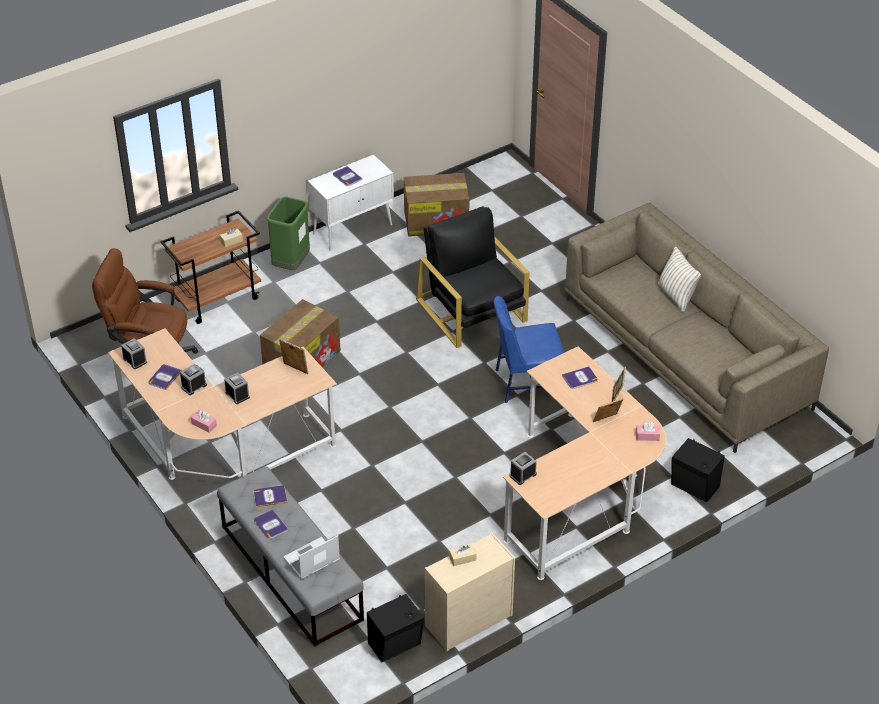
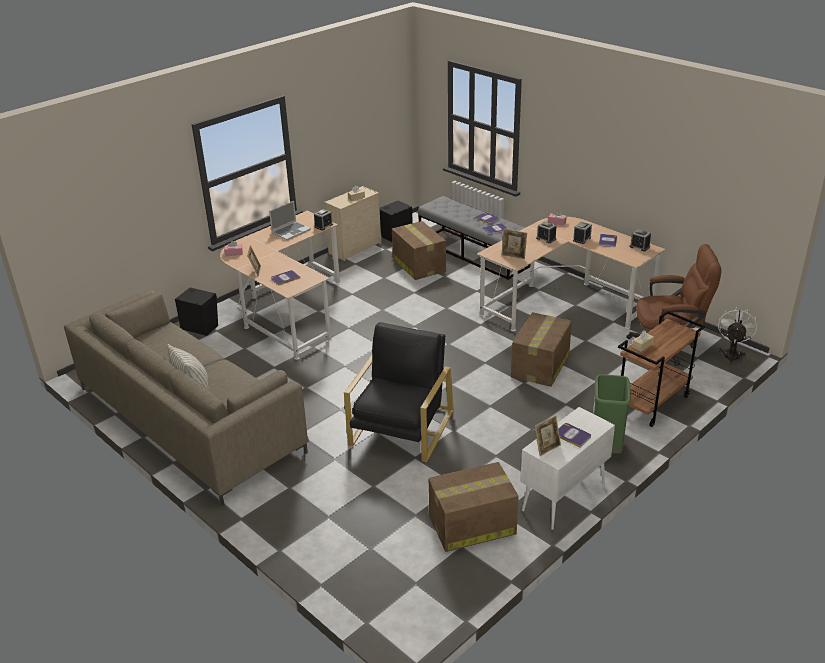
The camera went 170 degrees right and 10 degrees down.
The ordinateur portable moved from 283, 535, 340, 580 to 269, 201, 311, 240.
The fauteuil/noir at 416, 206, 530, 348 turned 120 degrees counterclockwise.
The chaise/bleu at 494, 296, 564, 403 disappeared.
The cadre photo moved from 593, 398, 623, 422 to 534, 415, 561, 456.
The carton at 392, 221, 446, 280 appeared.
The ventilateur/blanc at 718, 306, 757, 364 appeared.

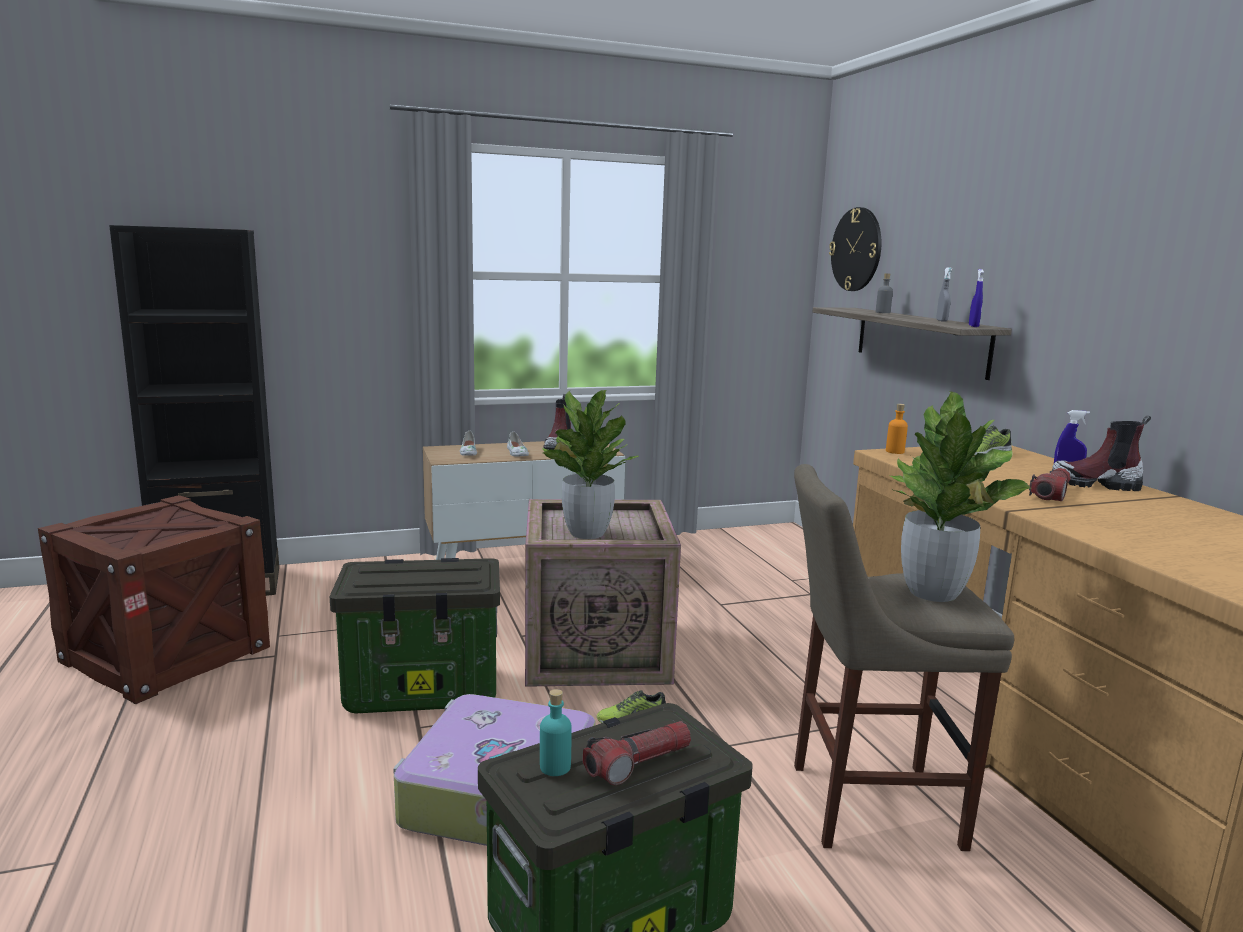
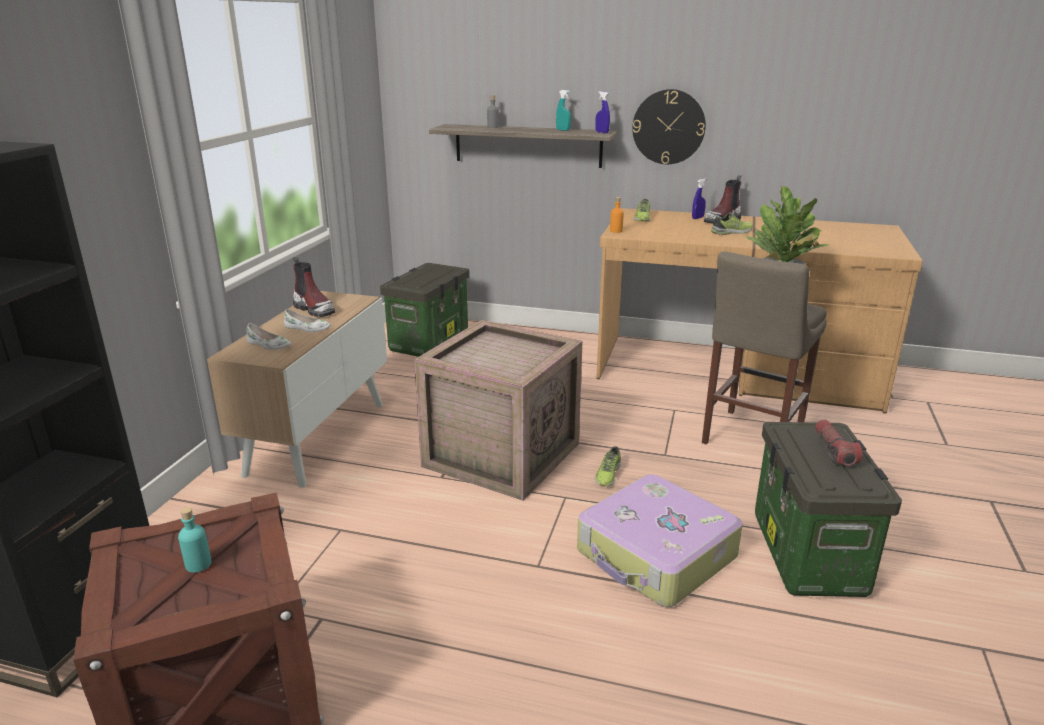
The camera went 55 degrees left and 10 degrees up.
The boîte de rangement moved from 330, 558, 500, 713 to 380, 263, 470, 357.
The bouteille/turquoise moved from 540, 689, 572, 776 to 178, 507, 212, 573.
The plante en pot at 542, 390, 639, 539 disappeared.
The horloge murale moved from 829, 207, 881, 291 to 632, 89, 706, 164.
The vaporisateur/gris at 936, 267, 952, 321 became the vaporisateur/turquoise at 556, 90, 571, 131.
The lampe de poche at 1029, 468, 1071, 501 was replaced by the chaussure at 711, 212, 753, 235.

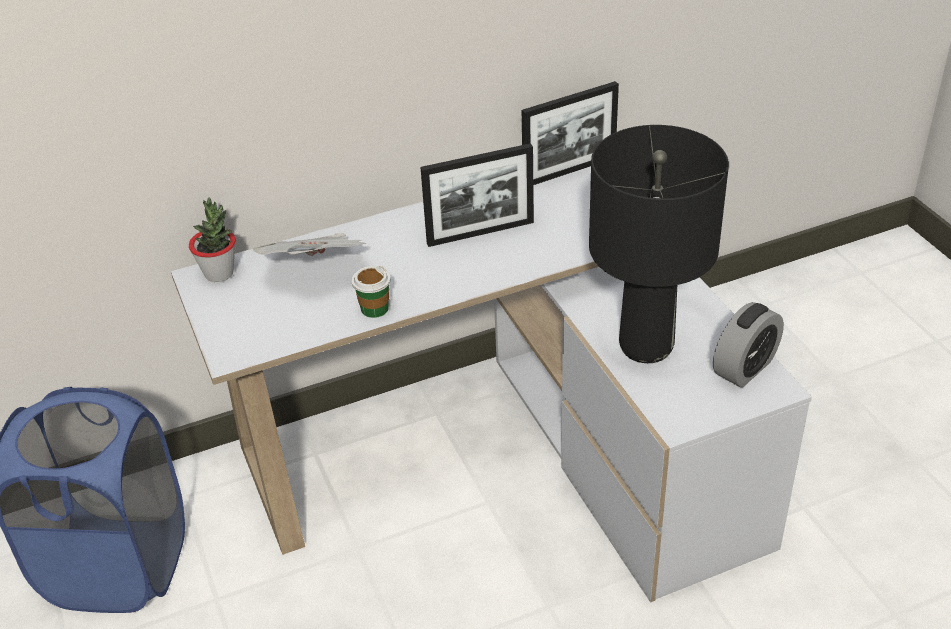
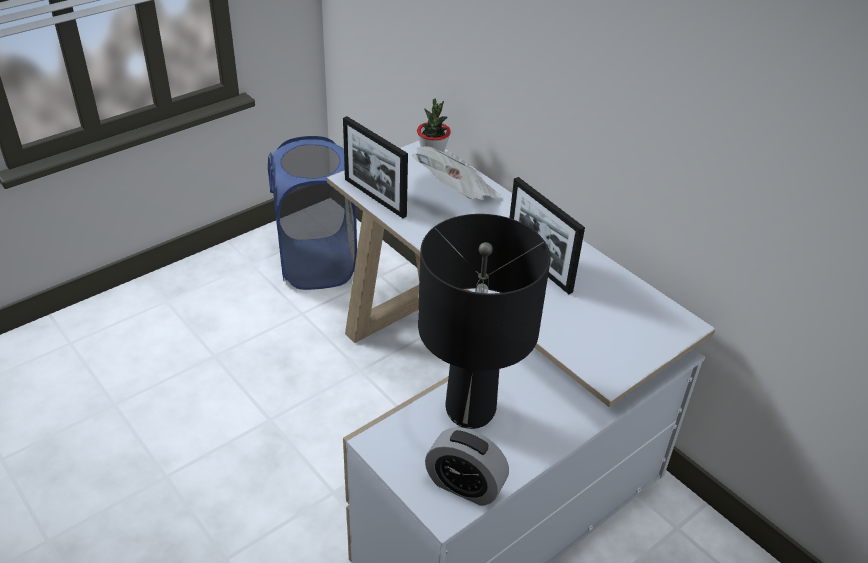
The camera went 70 degrees right and 0 degrees up.
The tasse at 351, 266, 391, 318 disappeared.
The cadre photo moved from 522, 81, 619, 185 to 343, 116, 408, 218.

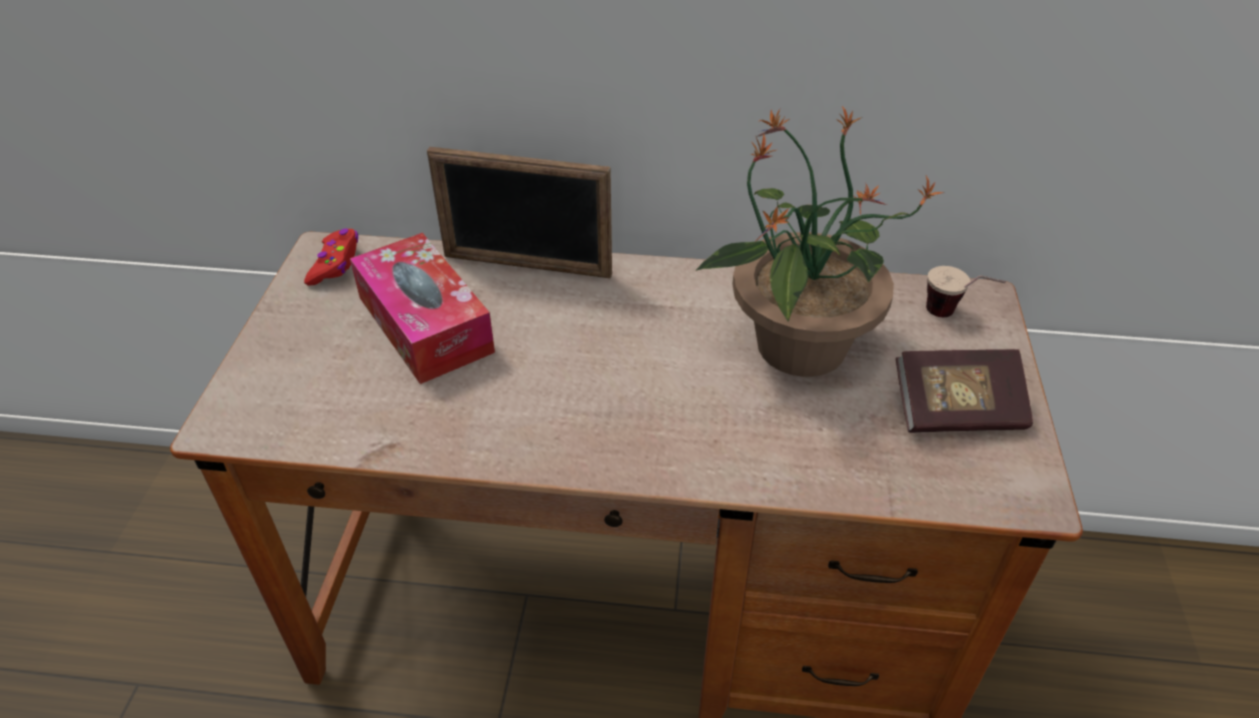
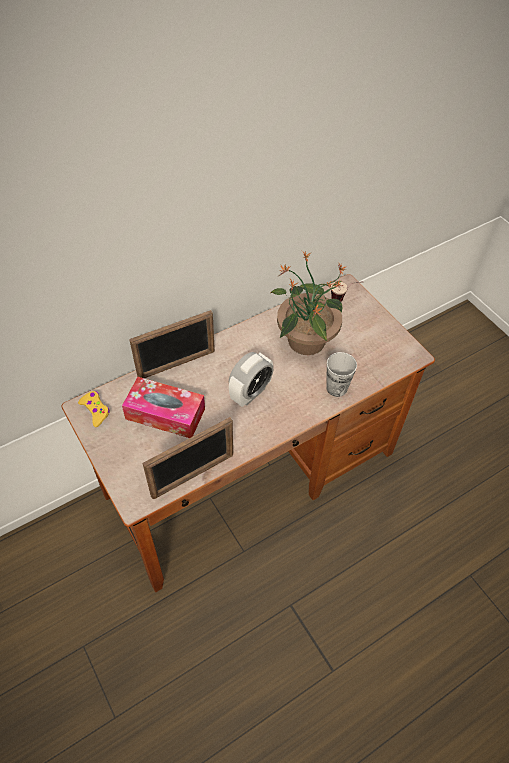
The camera went 40 degrees left and 10 degrees up.
The manette/rouge at 304, 228, 358, 285 became the manette/jaune at 78, 391, 110, 427.
The livre at 896, 349, 1033, 433 disappeared.
The cadre photo at 142, 417, 233, 499 appeared.
The réveil at 229, 352, 273, 407 appeared.
The tasse at 326, 352, 357, 397 appeared.

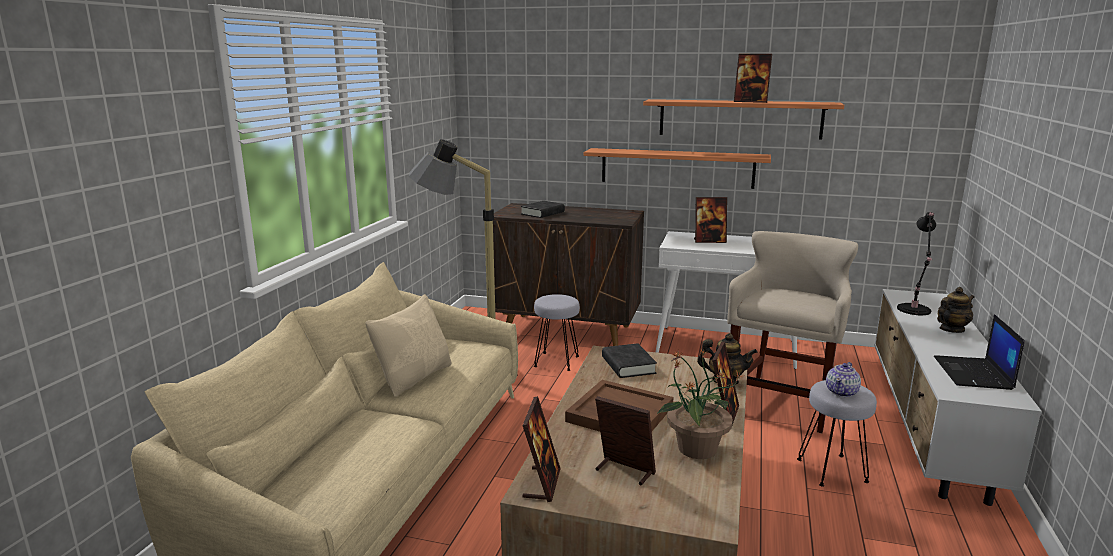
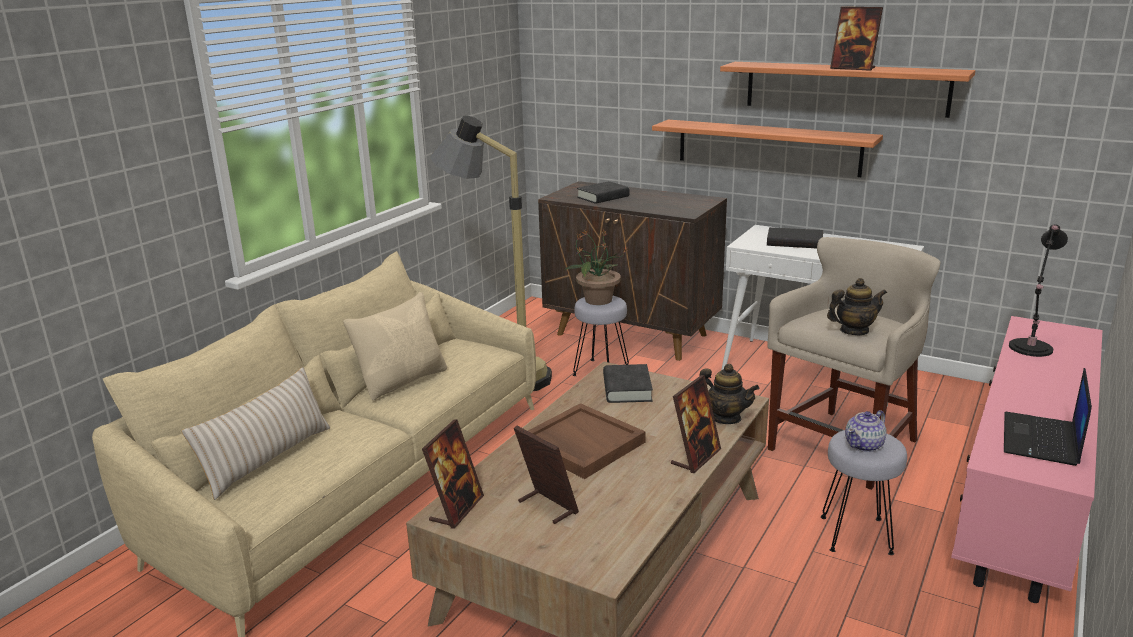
The camera went 15 degrees right and 5 degrees up.
The plante en pot moved from 657, 348, 742, 459 to 564, 229, 628, 305.
The cadre photo at 694, 197, 727, 243 was replaced by the livre/noir at 767, 227, 823, 248.
The meuble télé/blanc at 874, 289, 1042, 506 became the meuble télé/rose at 951, 316, 1102, 603.
The théière moved from 937, 287, 975, 333 to 827, 278, 887, 335.
The coussin/beige at 181, 367, 330, 500 appeared.

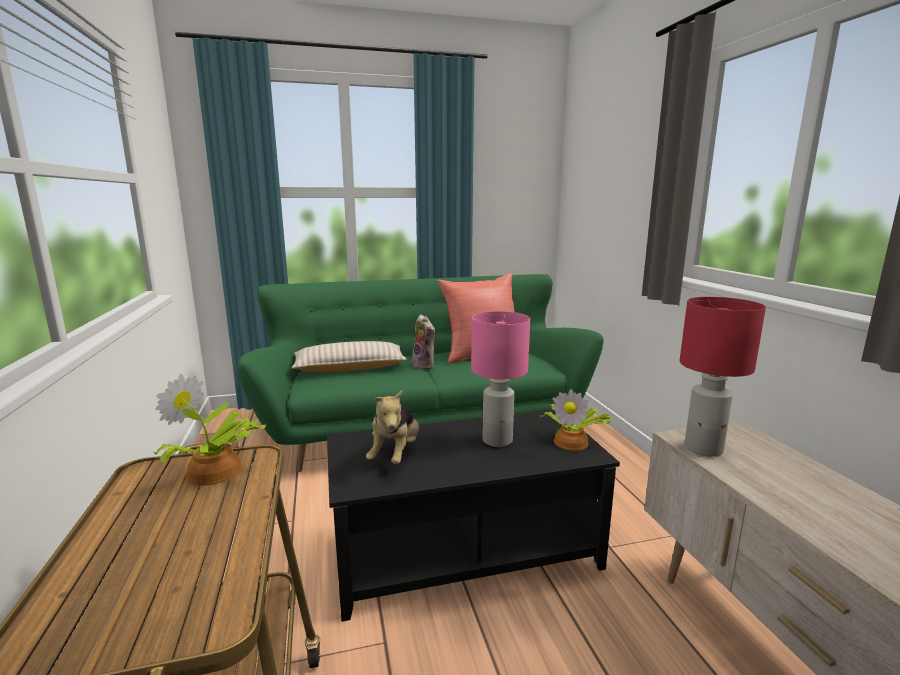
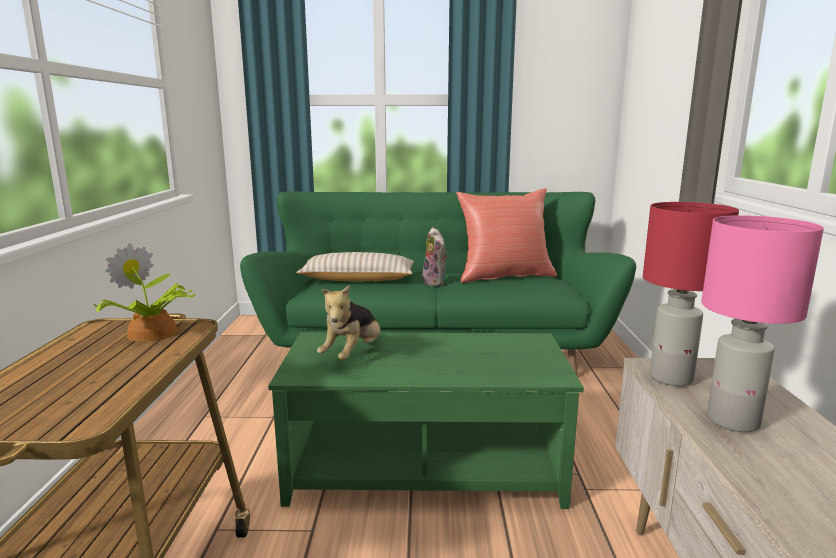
The camera went 15 degrees right and 0 degrees up.
The table basse/noir at 327, 410, 620, 622 became the table basse/vert at 268, 332, 584, 509.
The lampe de table/rose moved from 471, 311, 530, 447 to 702, 215, 824, 432.
The plante en pot at 539, 389, 613, 451 disappeared.

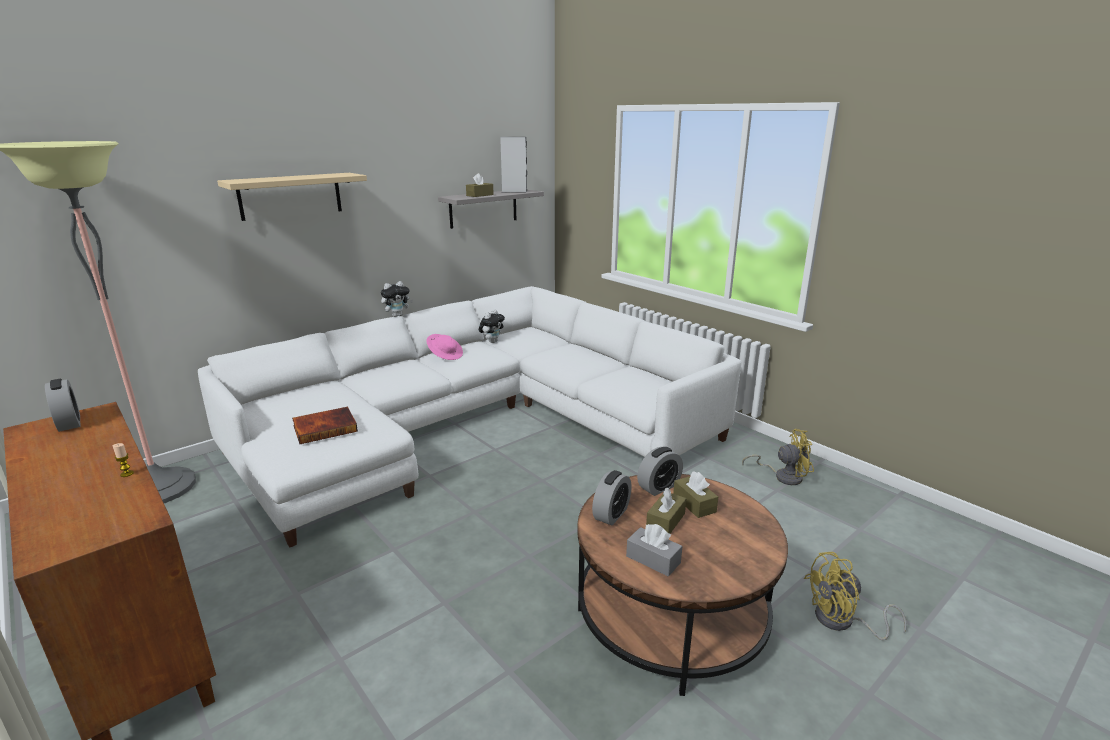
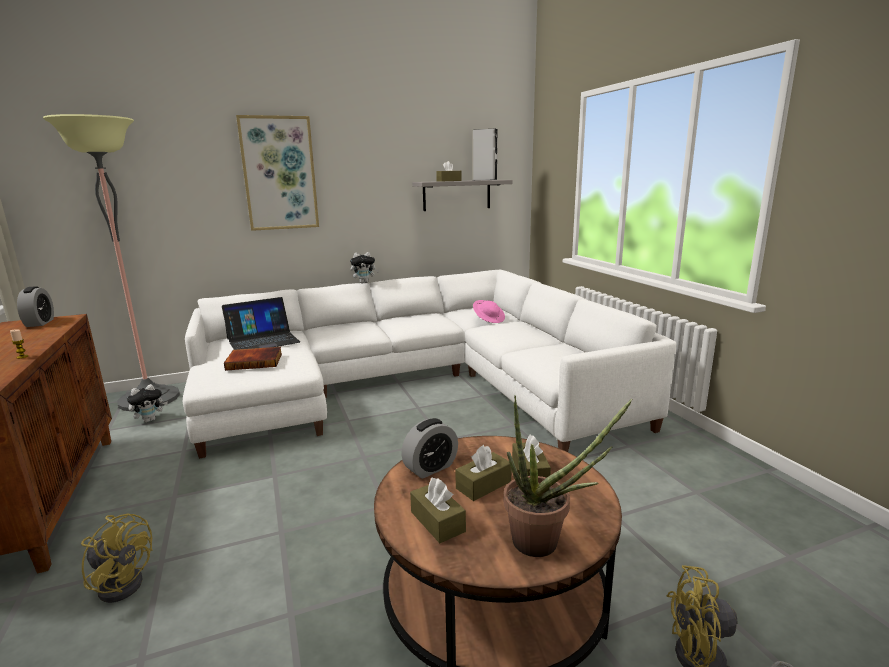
The camera went 20 degrees right and 5 degrees down.
The étagère/beige at 217, 173, 367, 221 was replaced by the tableau at 236, 115, 319, 231.
The chapeau/rose moved from 426, 334, 463, 360 to 473, 300, 505, 323.
The peluche moved from 479, 309, 505, 343 to 127, 384, 168, 423.
The boîte à mouchoirs/gris at 626, 524, 682, 576 became the boîte à mouchoirs/marron at 410, 478, 466, 543.
The réveil at 637, 447, 683, 496 disappeared.
The ventilateur/jaune moved from 742, 429, 814, 485 to 81, 513, 153, 603.
The ordinateur portable at 222, 297, 300, 350 appeared.
The plante en pot at 504, 396, 633, 557 appeared.

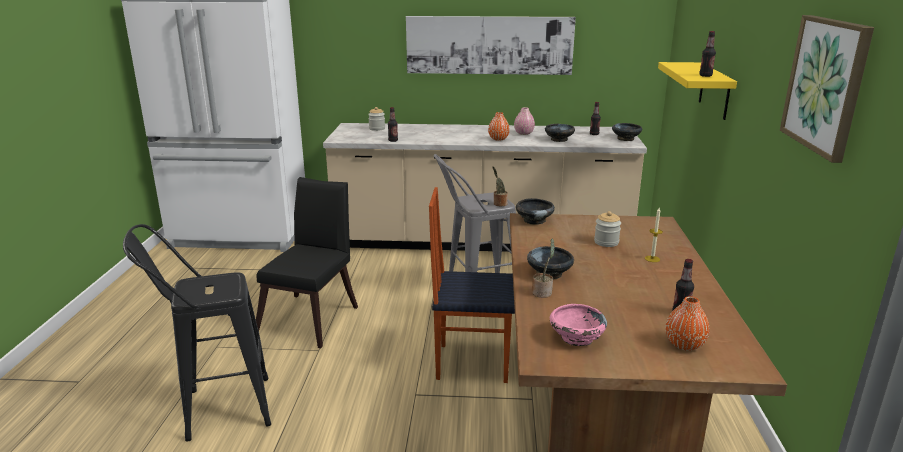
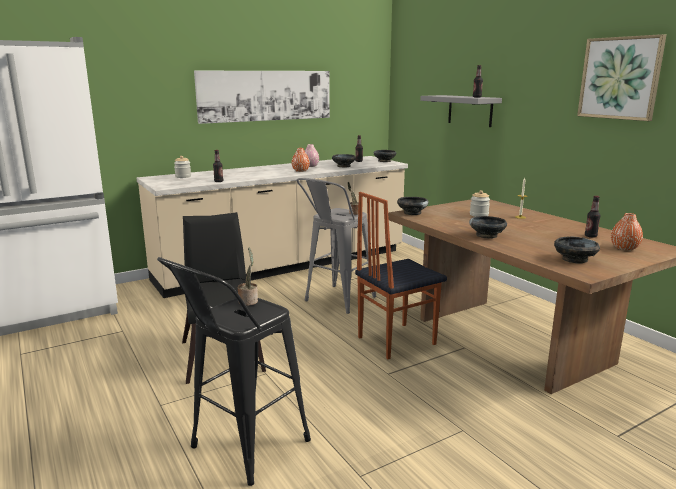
The camera went 35 degrees left and 5 degrees down.
The plante en pot moved from 532, 239, 555, 298 to 238, 248, 258, 306.
The bol/rose at 550, 304, 607, 346 became the bol/noir at 554, 236, 600, 264.
The étagère/jaune at 658, 62, 737, 120 became the étagère/gris at 420, 95, 502, 127.

